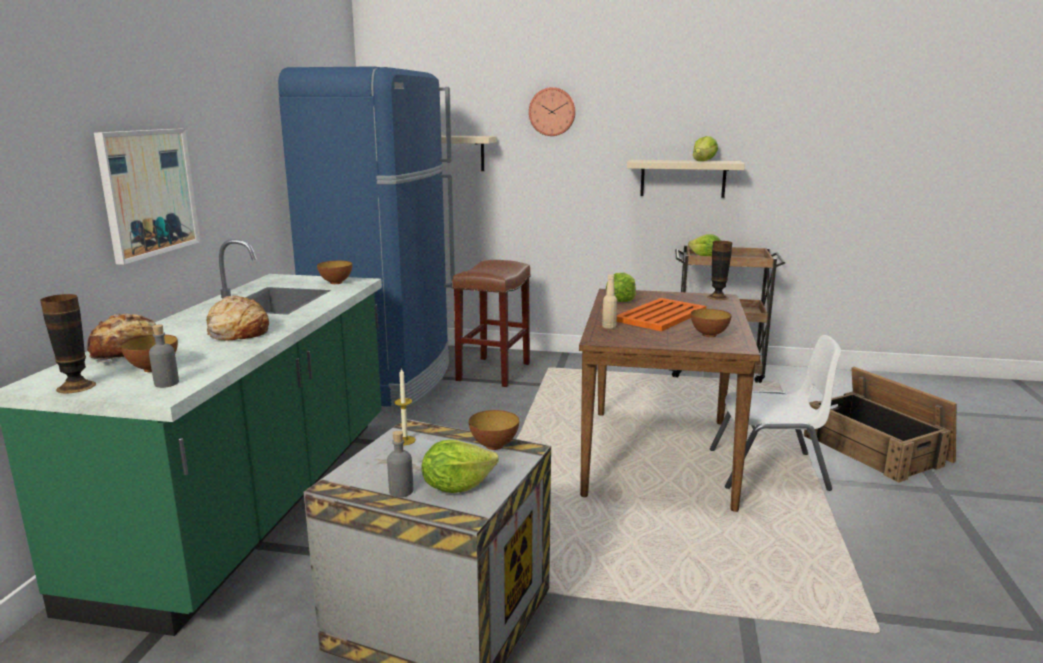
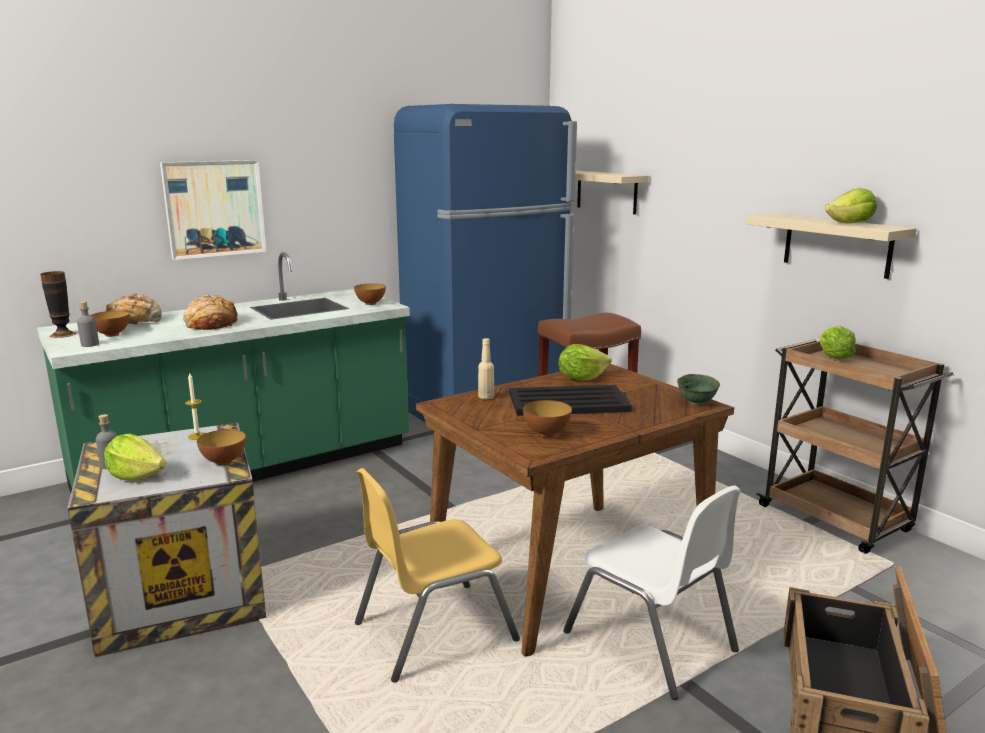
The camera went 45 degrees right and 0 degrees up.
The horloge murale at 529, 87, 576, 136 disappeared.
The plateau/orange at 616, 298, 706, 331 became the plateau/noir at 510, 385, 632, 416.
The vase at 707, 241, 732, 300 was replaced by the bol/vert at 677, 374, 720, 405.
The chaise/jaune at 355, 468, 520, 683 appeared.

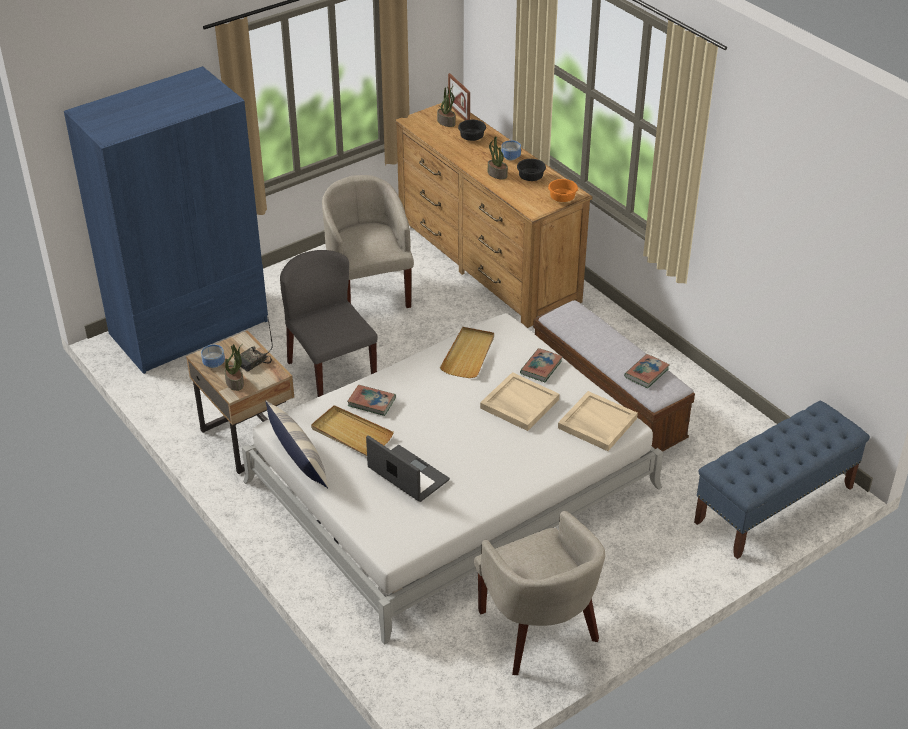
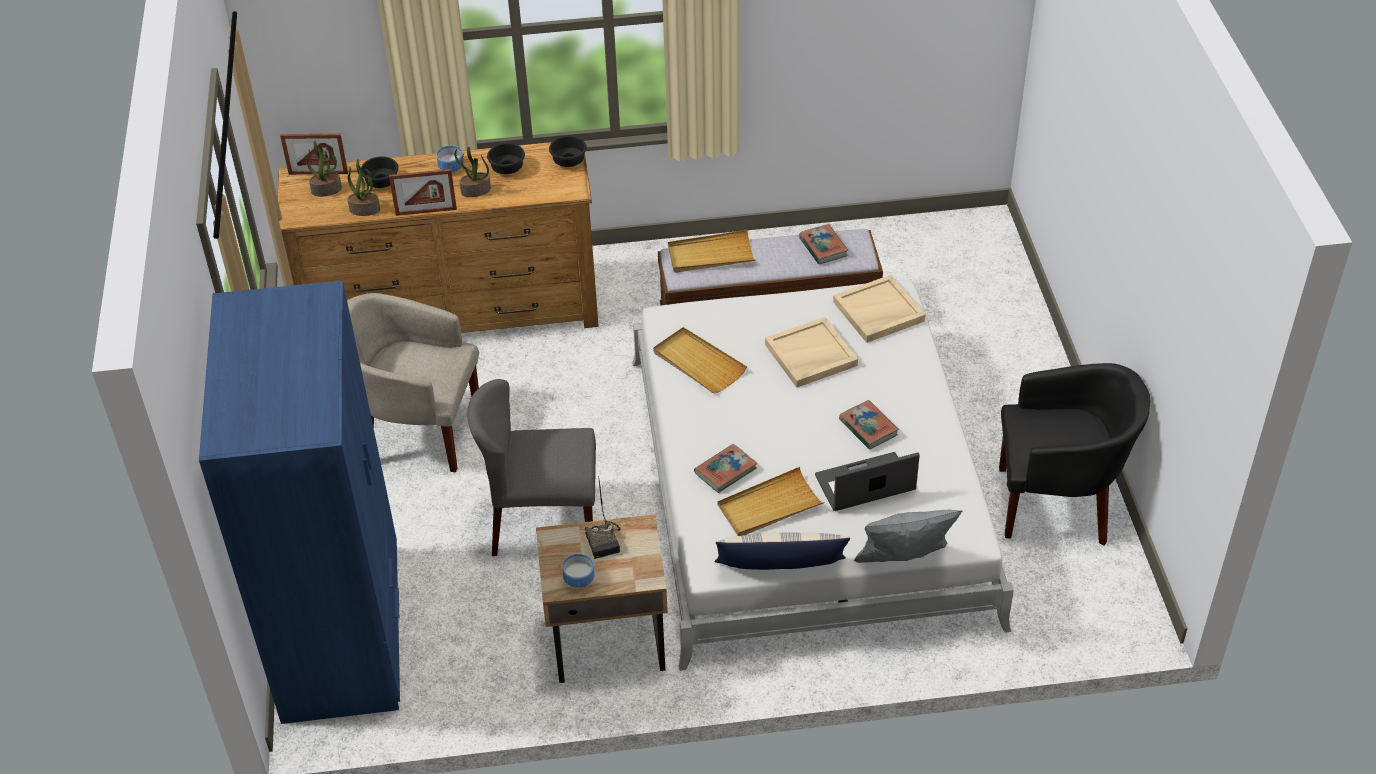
The camera went 60 degrees left and 5 degrees up.
The plante en pot moved from 224, 344, 244, 391 to 347, 159, 380, 216.
The fauteuil/beige at 474, 511, 606, 675 became the fauteuil/noir at 999, 363, 1150, 546.
The livre moved from 520, 348, 563, 382 to 839, 400, 899, 450.
The bol/orange at 548, 179, 578, 202 became the bol/noir at 549, 136, 587, 167.
The banc/bleu at 694, 401, 870, 559 disappeared.
The cadre photo at 389, 169, 457, 216 appeared.
The plateau/beige at 668, 230, 755, 273 appeared.
The coussin/gris at 853, 510, 962, 563 appeared.

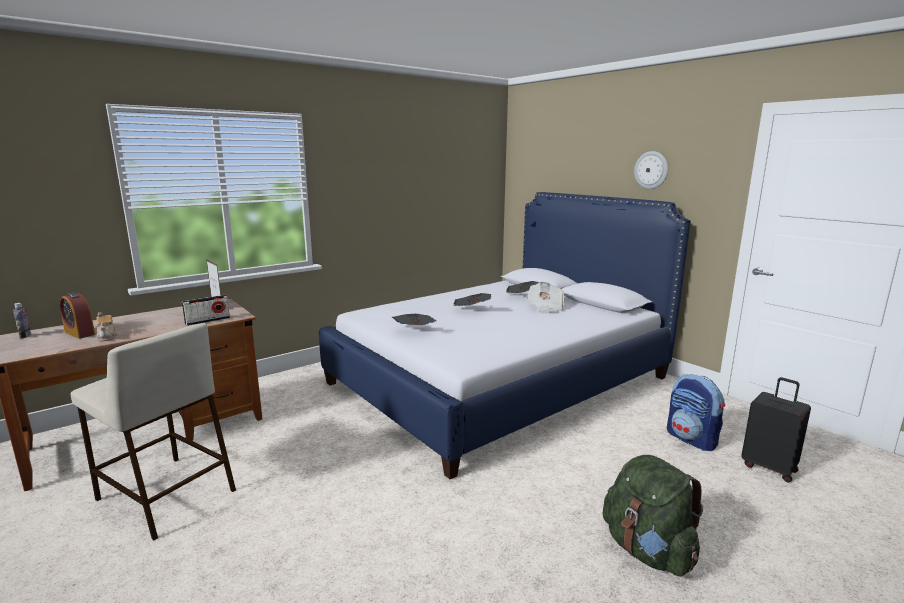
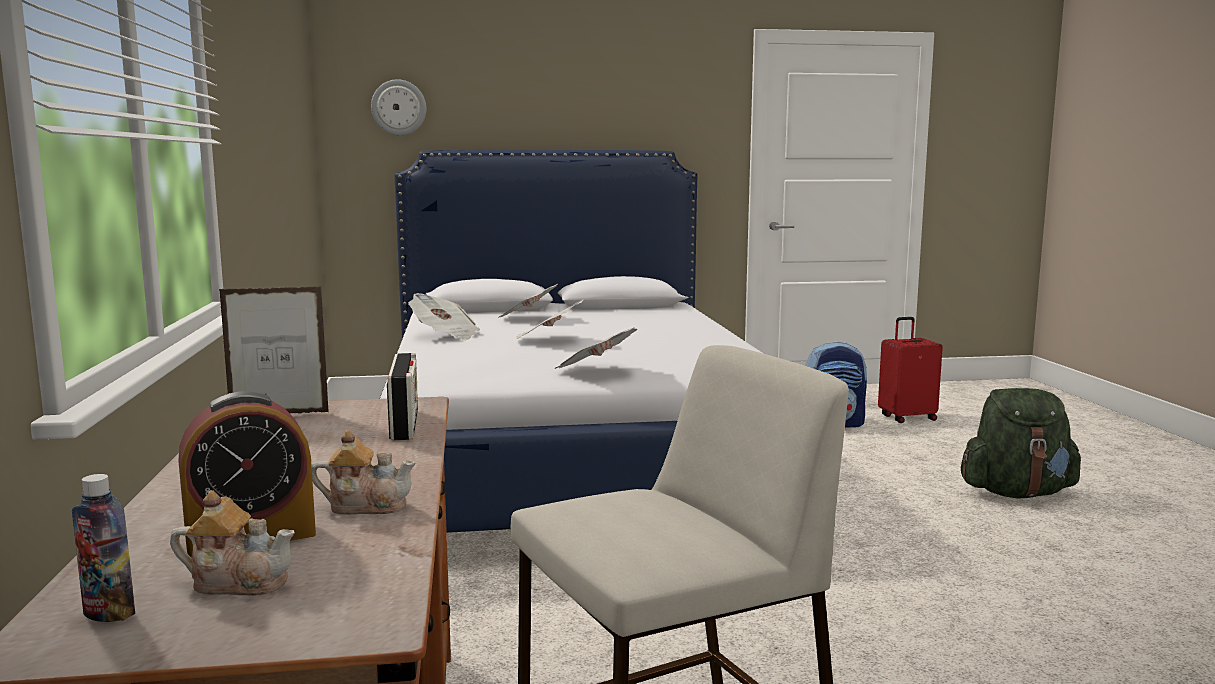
The camera went 60 degrees left and 5 degrees down.
The journal moved from 527, 282, 565, 314 to 408, 293, 480, 340.
The horloge murale moved from 634, 151, 668, 189 to 371, 79, 426, 135.
The valise/noir at 741, 377, 811, 482 became the valise/rouge at 878, 317, 943, 423.
The théière at 170, 490, 295, 596 appeared.

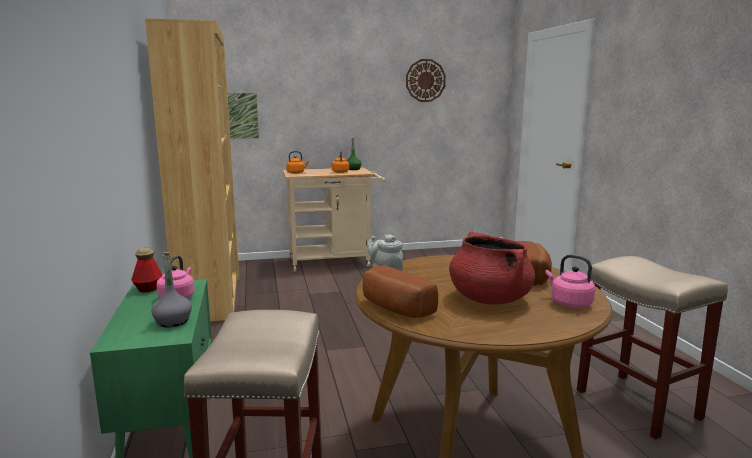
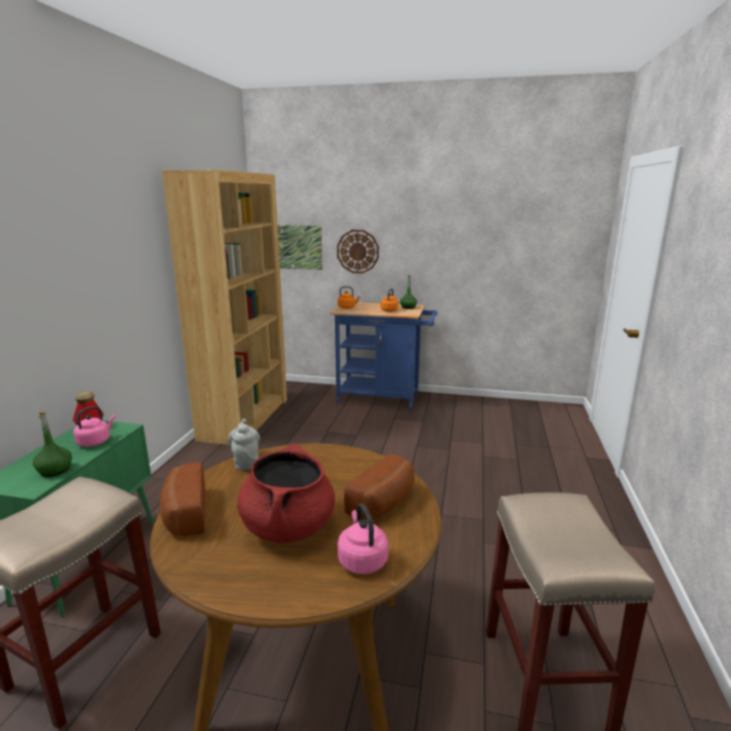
The camera went 25 degrees right and 5 degrees up.
The bouteille/gris at 151, 252, 192, 327 became the bouteille/vert at 33, 411, 72, 477.
The chariot/beige at 283, 167, 387, 272 became the chariot/bleu at 330, 302, 438, 410.
The horloge murale moved from 406, 59, 446, 102 to 337, 230, 379, 274.

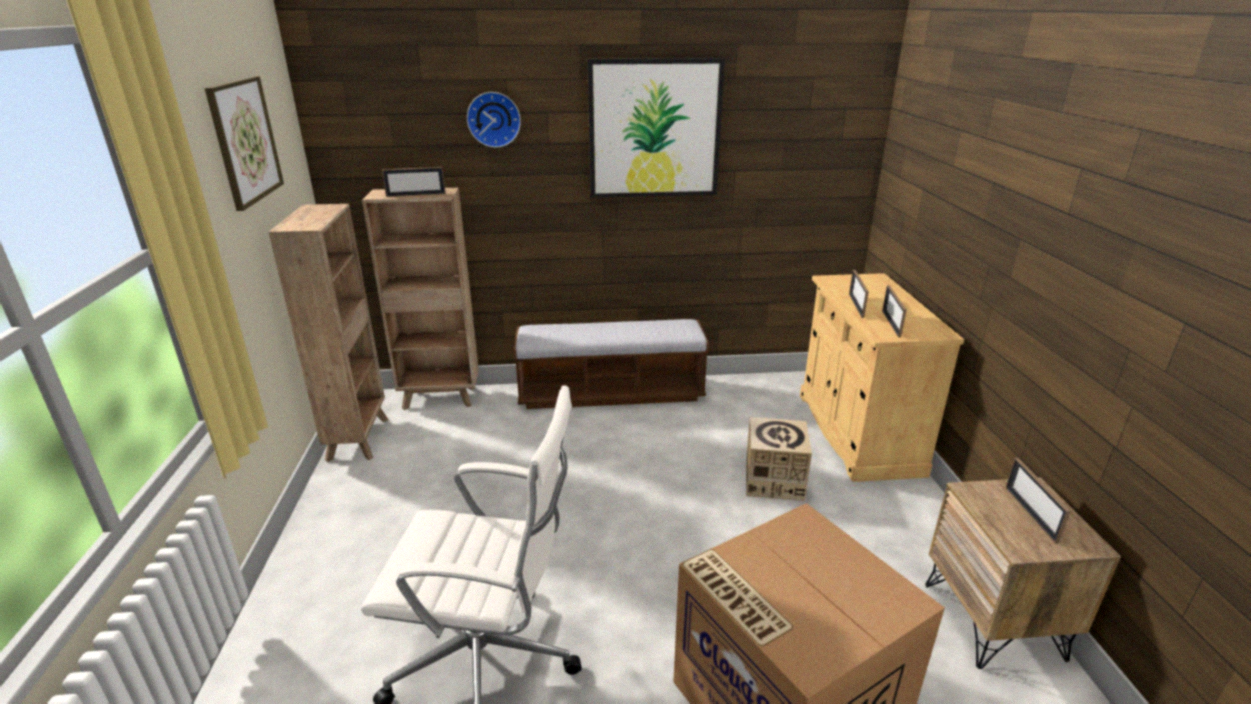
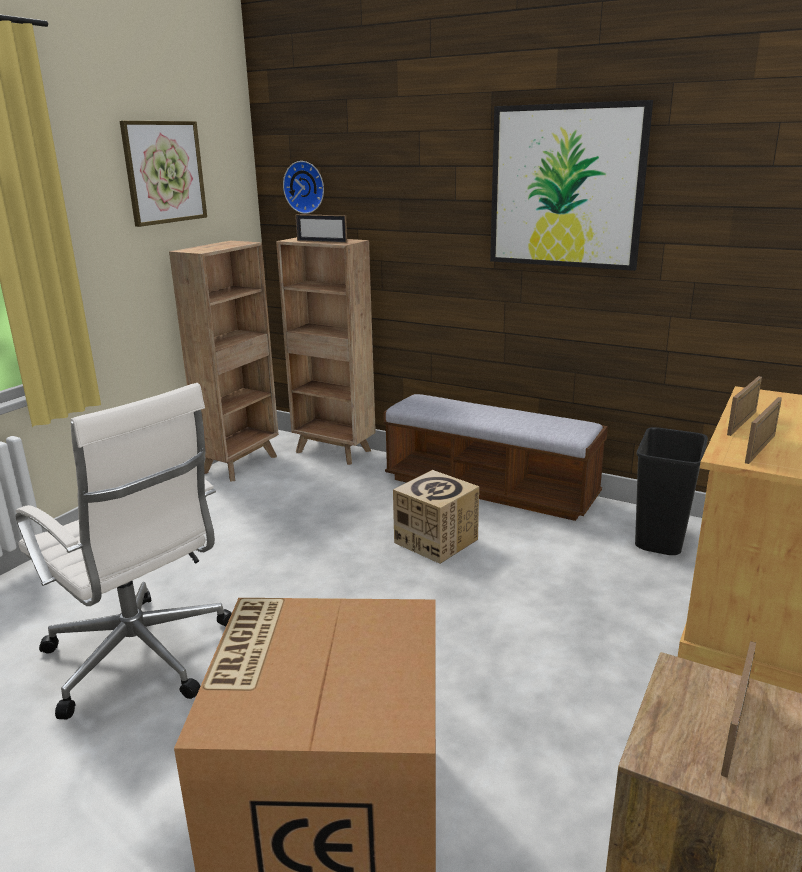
The camera went 35 degrees right and 5 degrees down.
The horloge murale moved from 467, 92, 521, 148 to 283, 161, 324, 214.
The carton moved from 746, 417, 812, 501 to 393, 470, 479, 564.
The poubelle/noir at 635, 427, 708, 555 appeared.

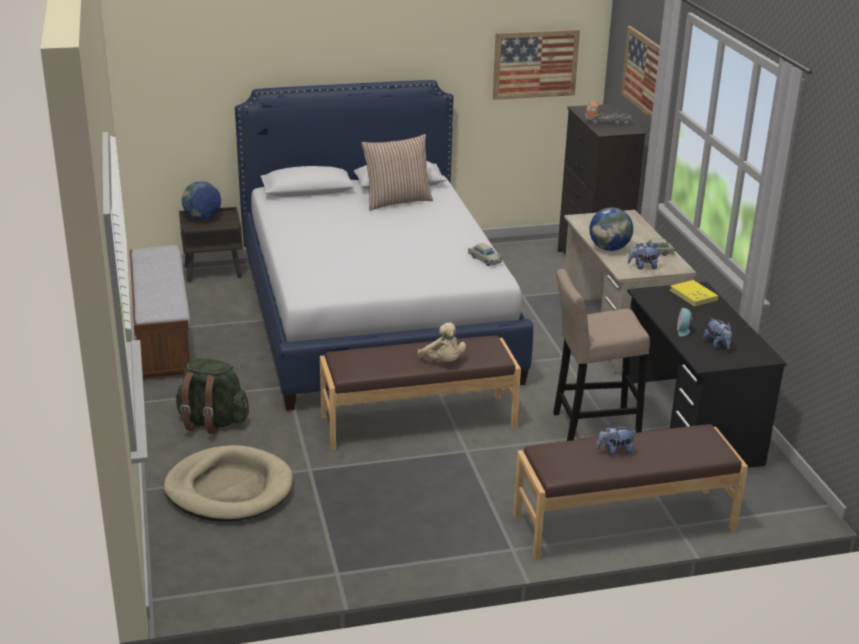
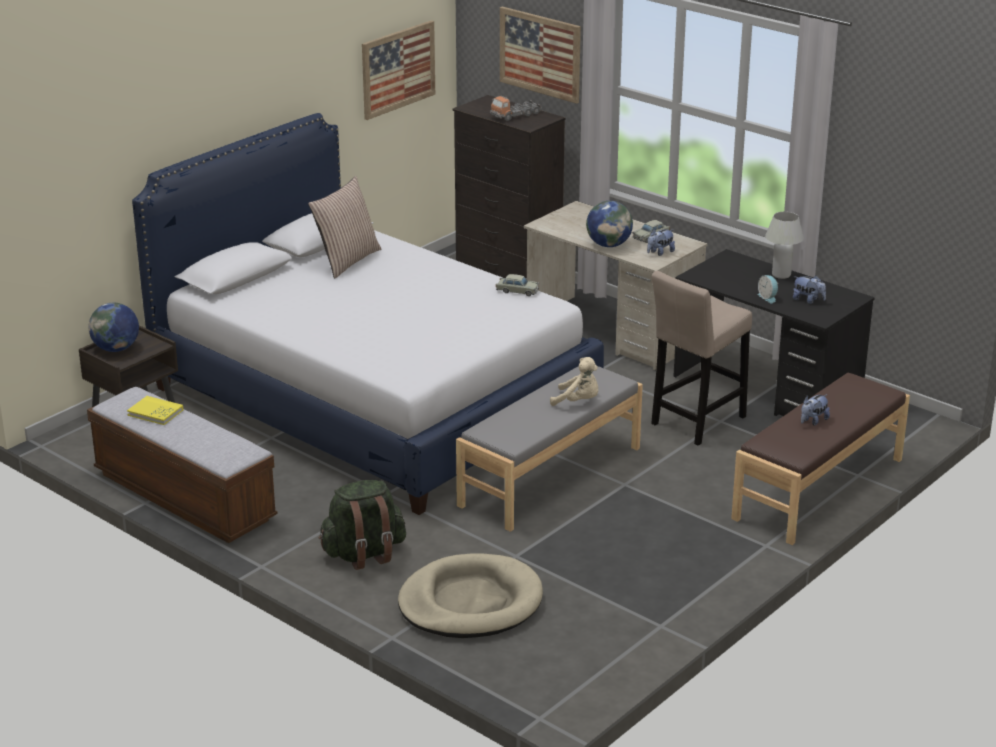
The camera went 35 degrees left and 0 degrees up.
The banc/marron at 320, 335, 521, 450 became the banc/gris at 456, 366, 643, 532.
The livre/jaune moved from 670, 280, 718, 306 to 127, 396, 183, 425.
The lampe de table/blanc at 765, 211, 804, 279 appeared.

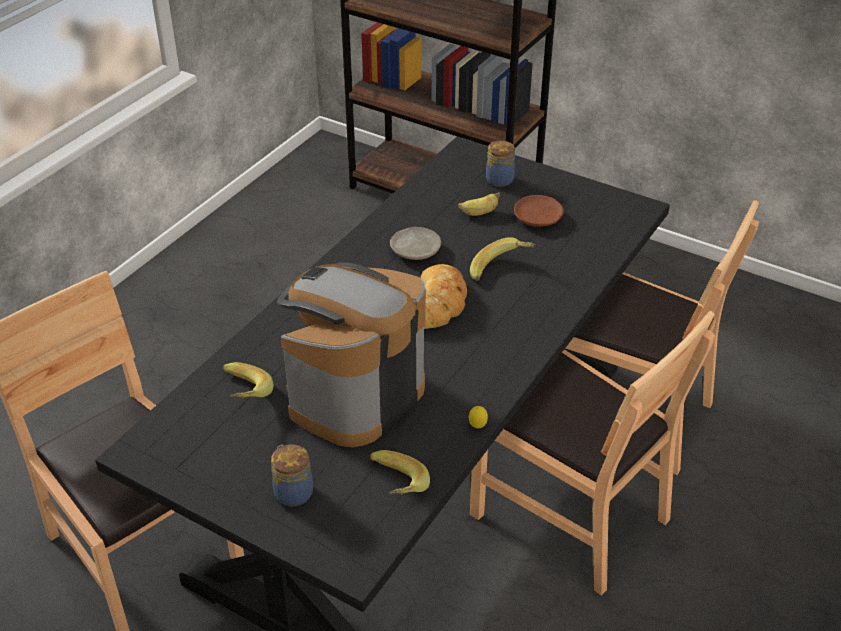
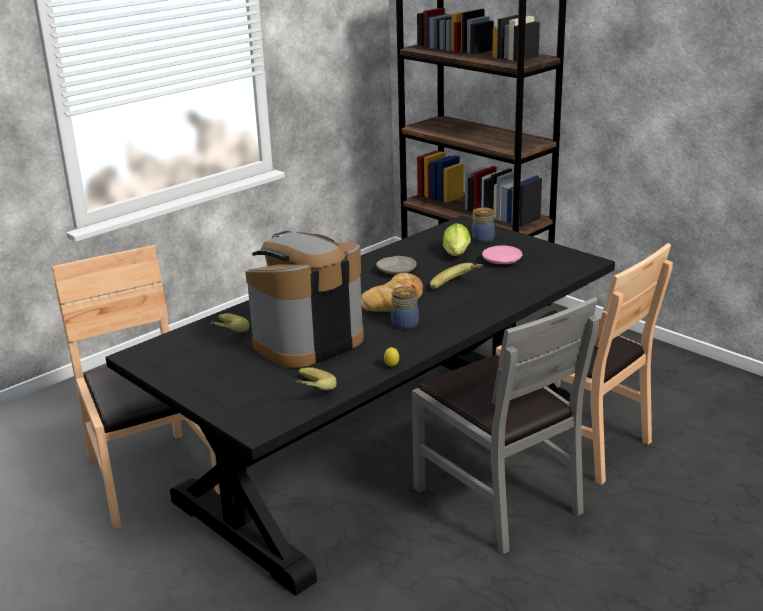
The camera went 15 degrees right and 15 degrees down.
The bocal moved from 271, 444, 313, 506 to 391, 286, 419, 330.
The banane at 458, 192, 500, 216 was replaced by the laitue at 443, 223, 471, 256.
The chaise/marron at 470, 311, 715, 596 became the chaise/gris at 412, 297, 599, 554.
The assiette/marron at 514, 195, 564, 227 became the assiette/rose at 482, 246, 522, 264.

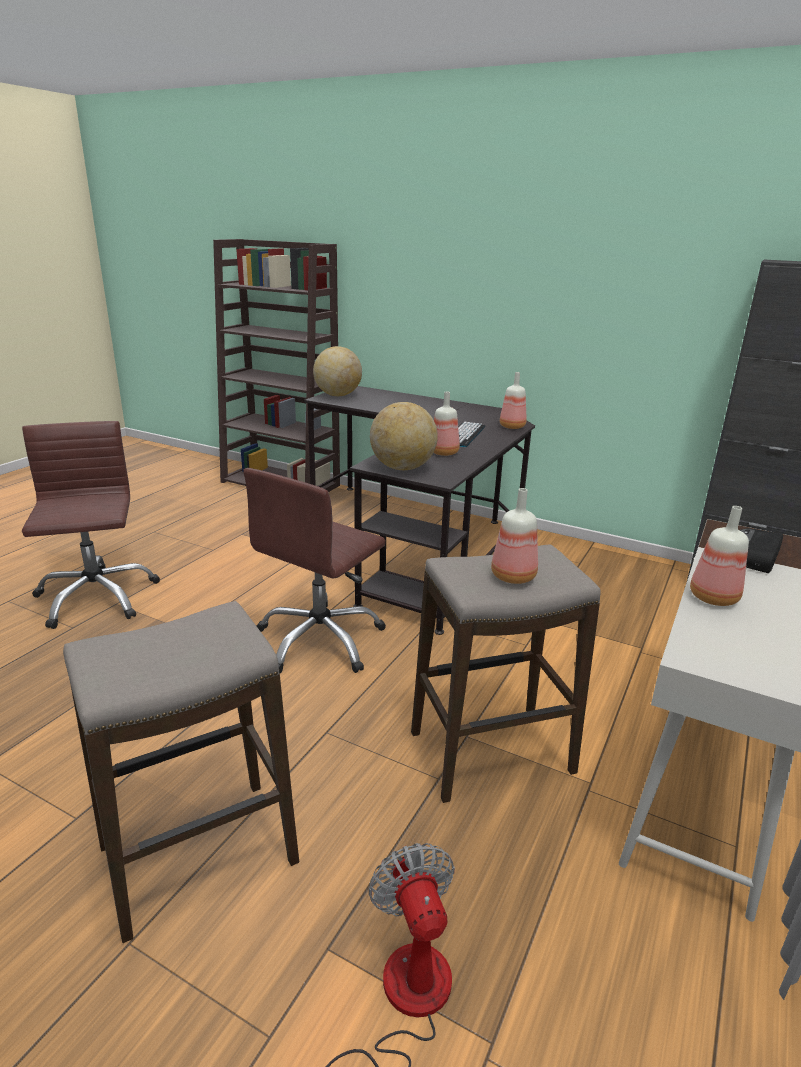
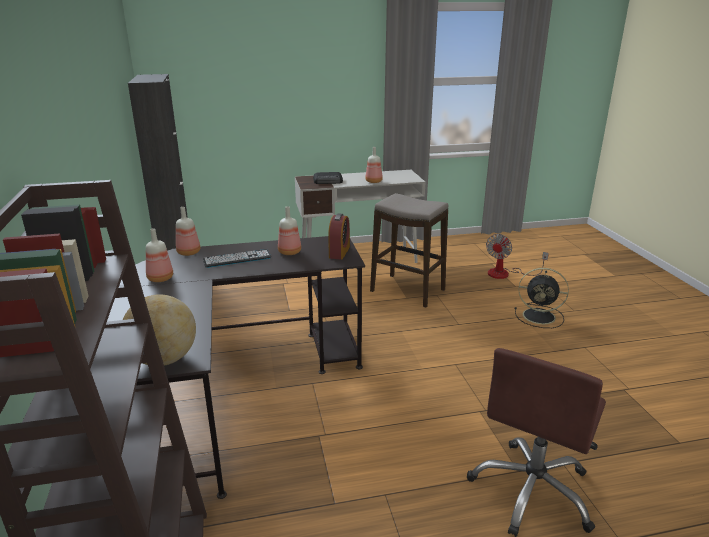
The camera went 130 degrees left and 0 degrees up.
The tabouret at 63, 601, 299, 943 was replaced by the ventilateur/noir at 515, 268, 569, 328.
The chaise de bureau/marron at 243, 468, 386, 674 disappeared.
The globe at 370, 402, 438, 470 was replaced by the réveil at 328, 213, 350, 260.
The bouteille moved from 491, 488, 538, 584 to 146, 228, 173, 282.

